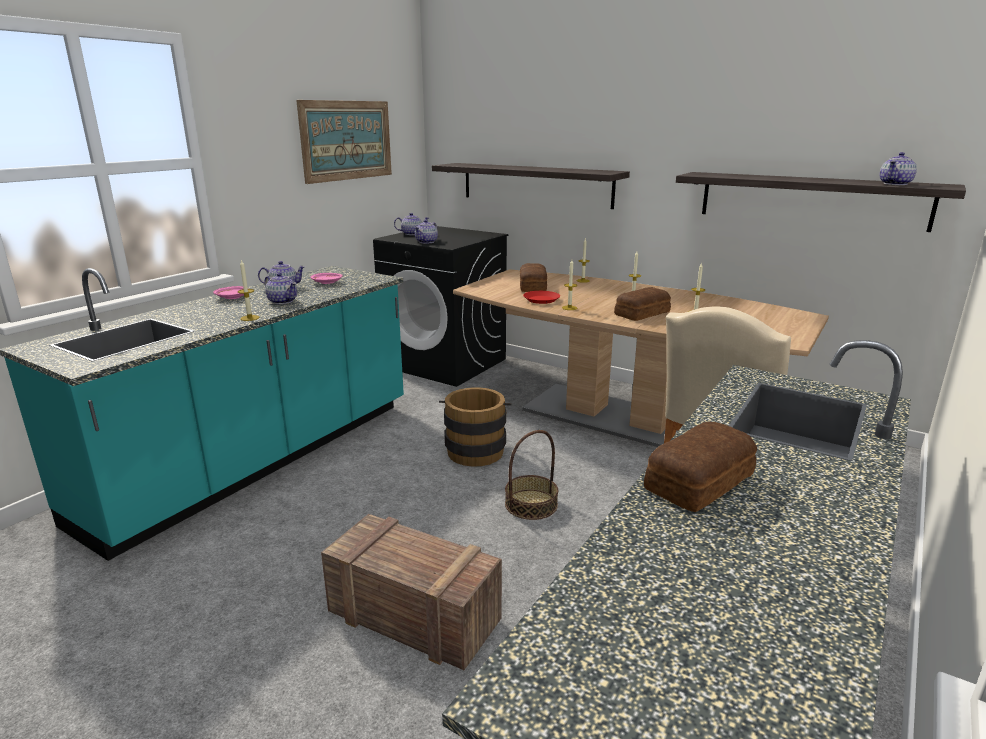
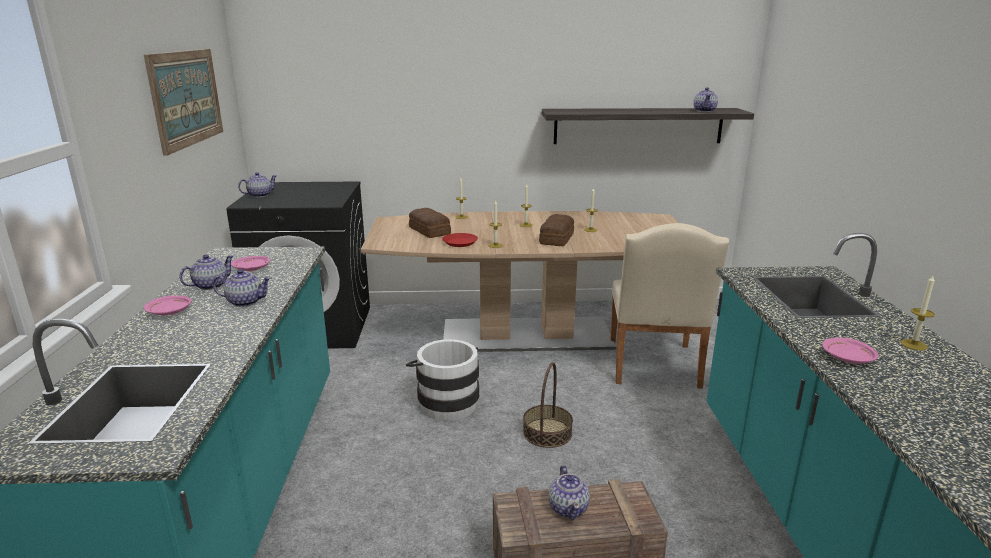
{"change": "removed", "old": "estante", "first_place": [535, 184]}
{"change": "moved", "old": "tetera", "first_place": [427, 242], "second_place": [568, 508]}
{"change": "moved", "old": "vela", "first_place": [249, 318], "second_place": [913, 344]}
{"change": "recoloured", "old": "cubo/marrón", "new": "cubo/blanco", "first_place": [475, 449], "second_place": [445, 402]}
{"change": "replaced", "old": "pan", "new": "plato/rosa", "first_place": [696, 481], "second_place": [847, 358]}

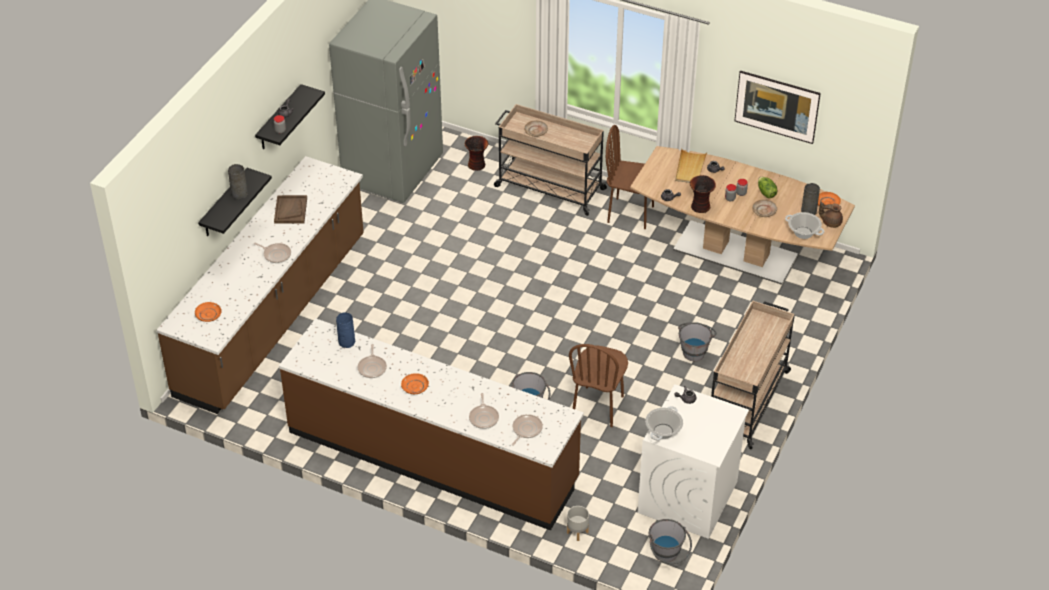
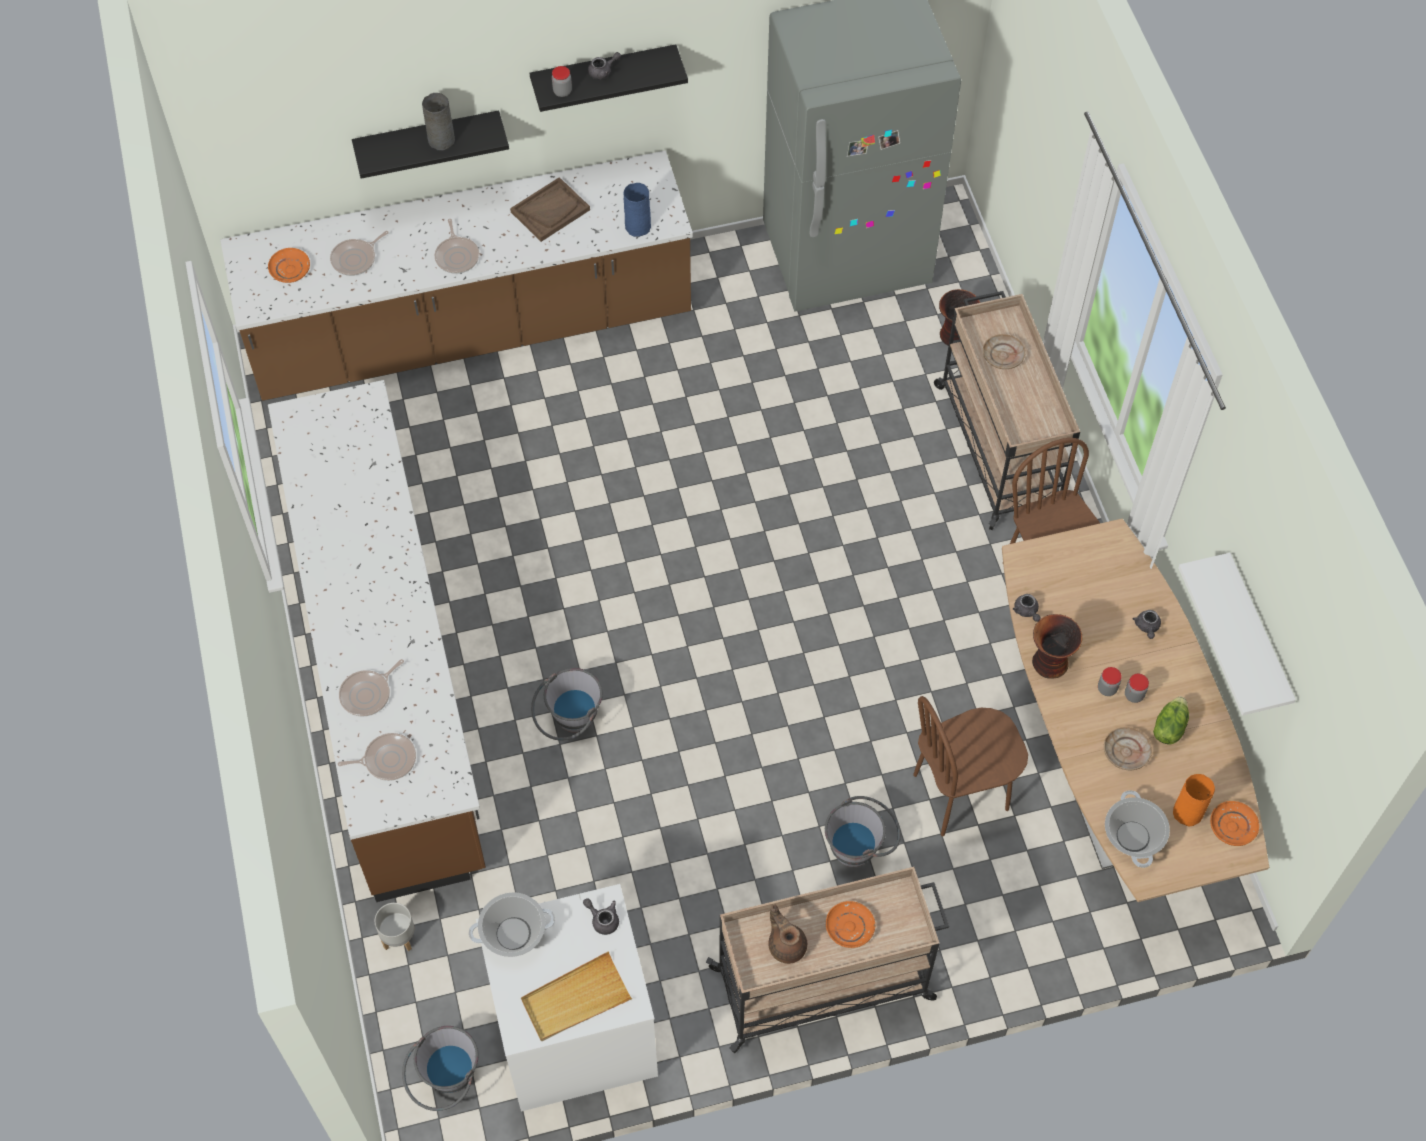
{"change": "replaced", "old": "cuadro", "new": "estante/blanco", "first_place": [775, 119], "second_place": [1256, 636]}
{"change": "moved", "old": "bandeja/beis", "first_place": [690, 168], "second_place": [575, 999]}
{"change": "recoloured", "old": "florero/gris", "new": "florero/naranja", "first_place": [809, 211], "second_place": [1188, 813]}
{"change": "moved", "old": "tetera/marrón", "first_place": [830, 222], "second_place": [786, 944]}
{"change": "moved", "old": "florero/azul", "first_place": [347, 341], "second_place": [638, 226]}
{"change": "moved", "old": "sartén", "first_place": [372, 367], "second_place": [356, 259]}
{"change": "moved", "old": "silla/marrón", "first_place": [598, 406], "second_place": [961, 793]}
{"change": "moved", "old": "plato/naranja", "first_place": [415, 387], "second_place": [849, 927]}

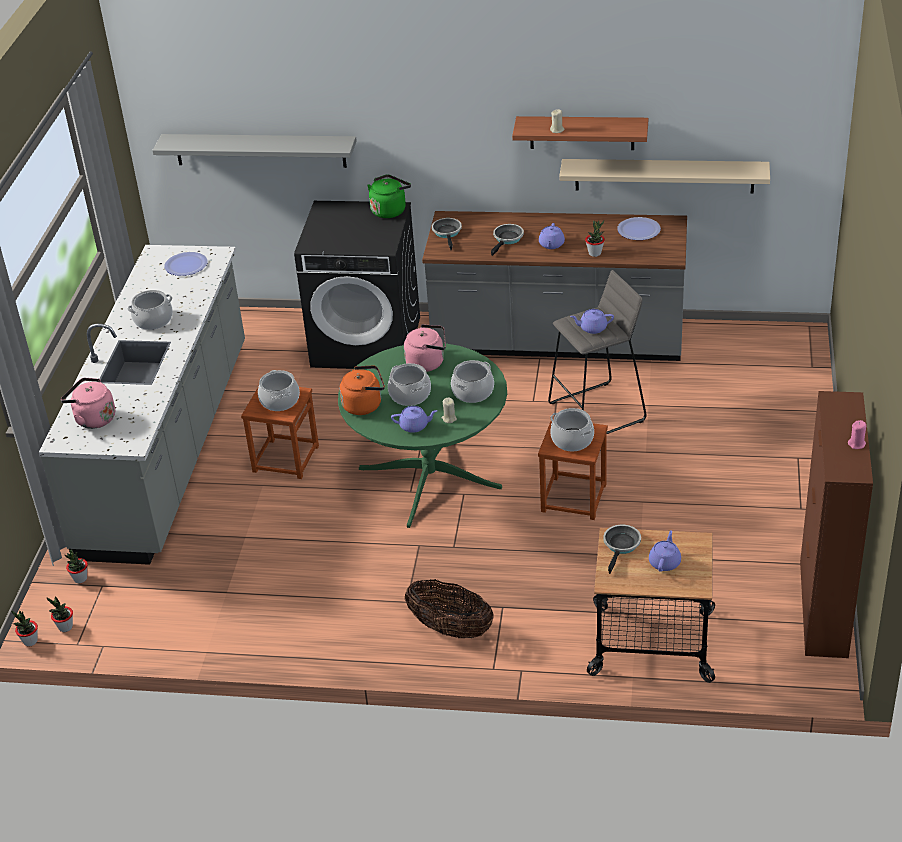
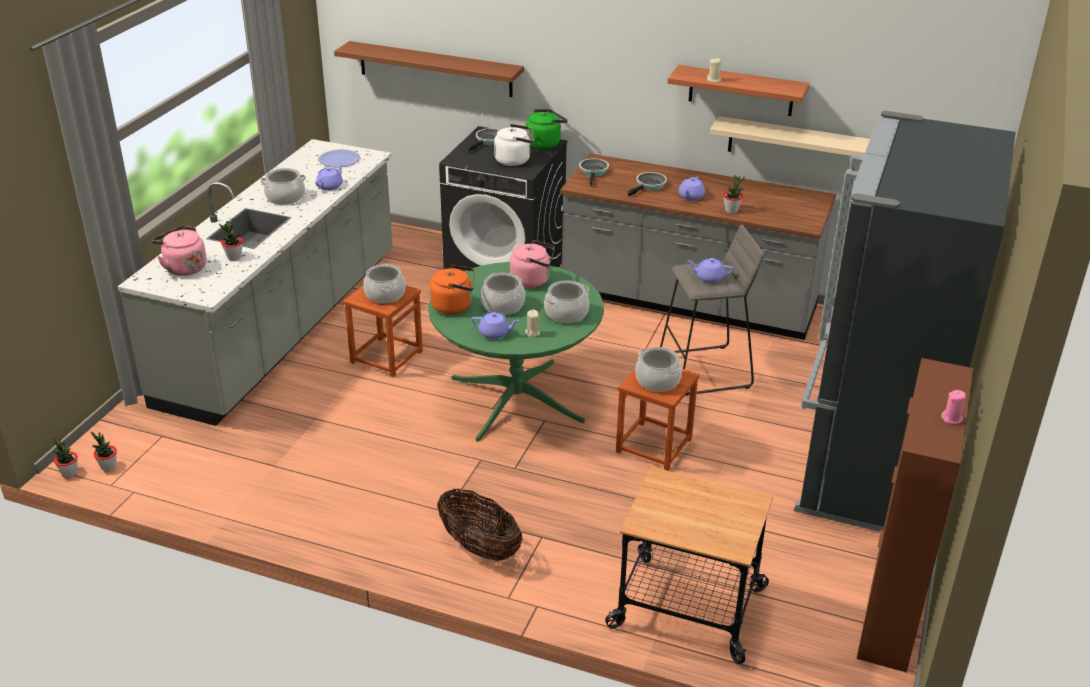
{"change": "recoloured", "old": "estante/gris", "new": "estante/marrón", "first_place": [260, 150], "second_place": [435, 69]}
{"change": "removed", "old": "plato", "first_place": [639, 230]}
{"change": "moved", "old": "sartén", "first_place": [621, 546], "second_place": [488, 141]}
{"change": "moved", "old": "tetera/morado", "first_place": [665, 562], "second_place": [330, 186]}
{"change": "moved", "old": "planta en maceta", "first_place": [80, 579], "second_place": [234, 257]}
{"change": "added", "new": "nevera/negro", "second_place": [868, 468]}
{"change": "added", "new": "hervidor/blanco", "second_place": [515, 160]}

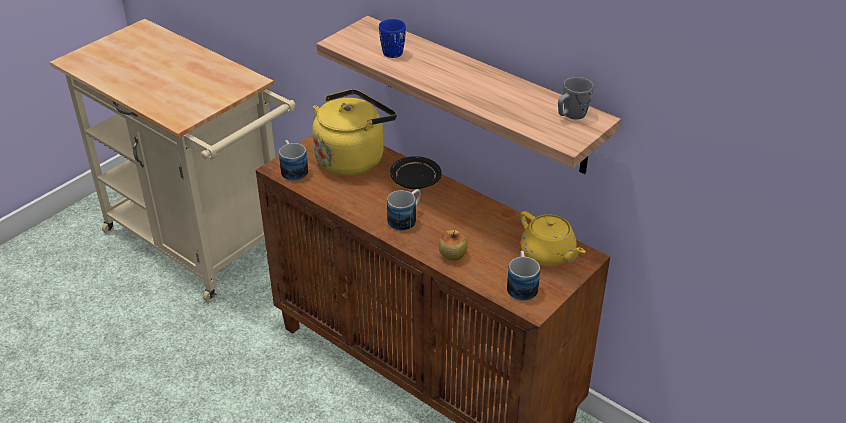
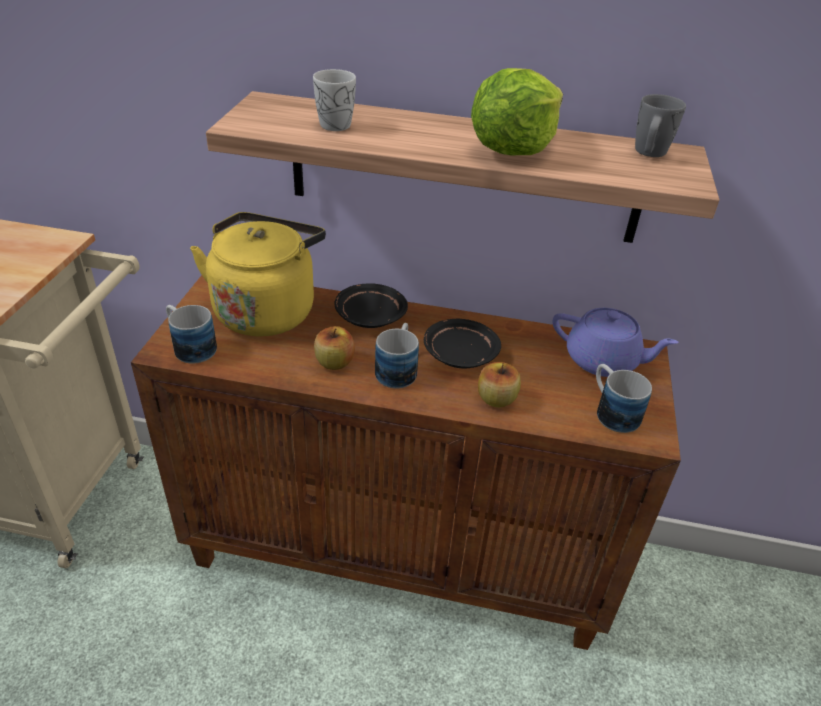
{"change": "recoloured", "old": "taza grande/azul", "new": "taza grande/blanco", "first_place": [392, 50], "second_place": [332, 123]}
{"change": "recoloured", "old": "tetera/amarillo", "new": "tetera/morado", "first_place": [548, 254], "second_place": [603, 361]}
{"change": "added", "new": "lechuga", "second_place": [513, 149]}
{"change": "added", "new": "plato/negro", "second_place": [459, 354]}
{"change": "added", "new": "manzana", "second_place": [334, 362]}

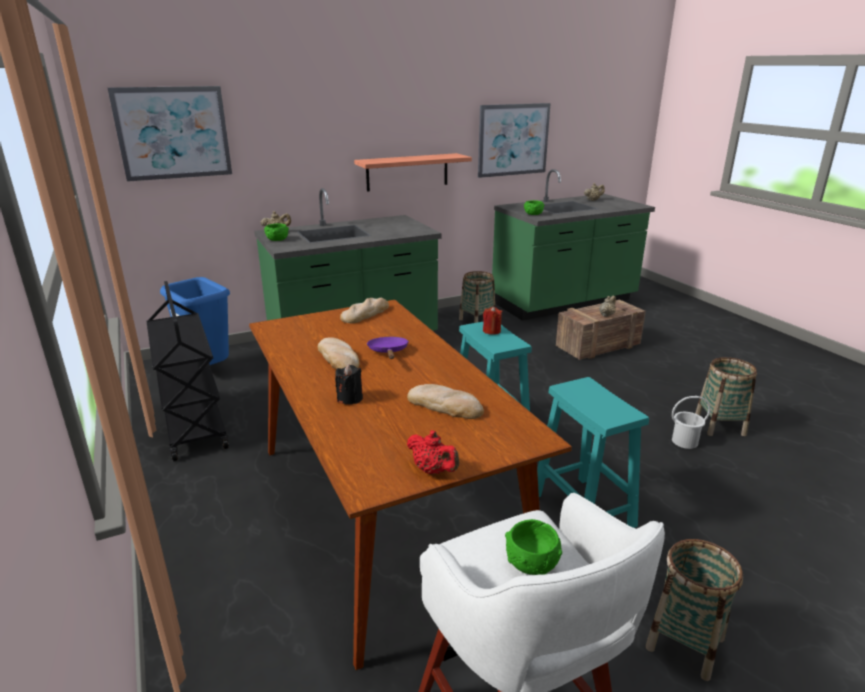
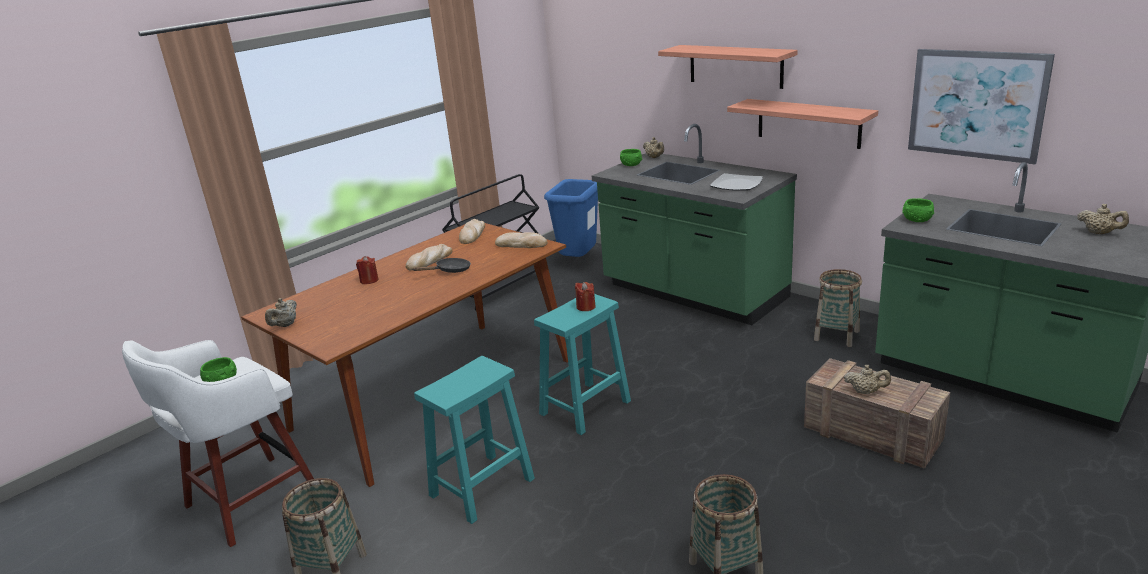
{"change": "removed", "old": "cuadro", "first_place": [173, 133]}
{"change": "recoloured", "old": "sartén/morado", "new": "sartén/negro", "first_place": [388, 352], "second_place": [450, 271]}
{"change": "recoloured", "old": "vela/negro", "new": "vela/rojo", "first_place": [350, 398], "second_place": [369, 280]}
{"change": "moved", "old": "pan", "first_place": [445, 405], "second_place": [472, 234]}
{"change": "removed", "old": "cubo/blanco", "first_place": [685, 442]}
{"change": "recoloured", "old": "tetera/rojo", "new": "tetera/beis", "first_place": [433, 470], "second_place": [285, 325]}
{"change": "added", "new": "estante", "second_place": [735, 66]}
{"change": "added", "new": "plato", "second_place": [737, 184]}

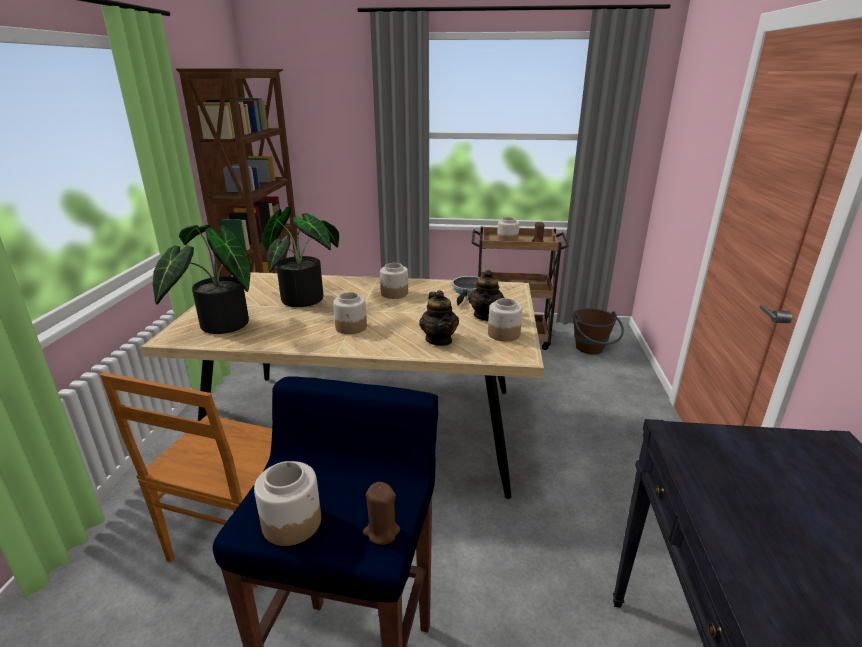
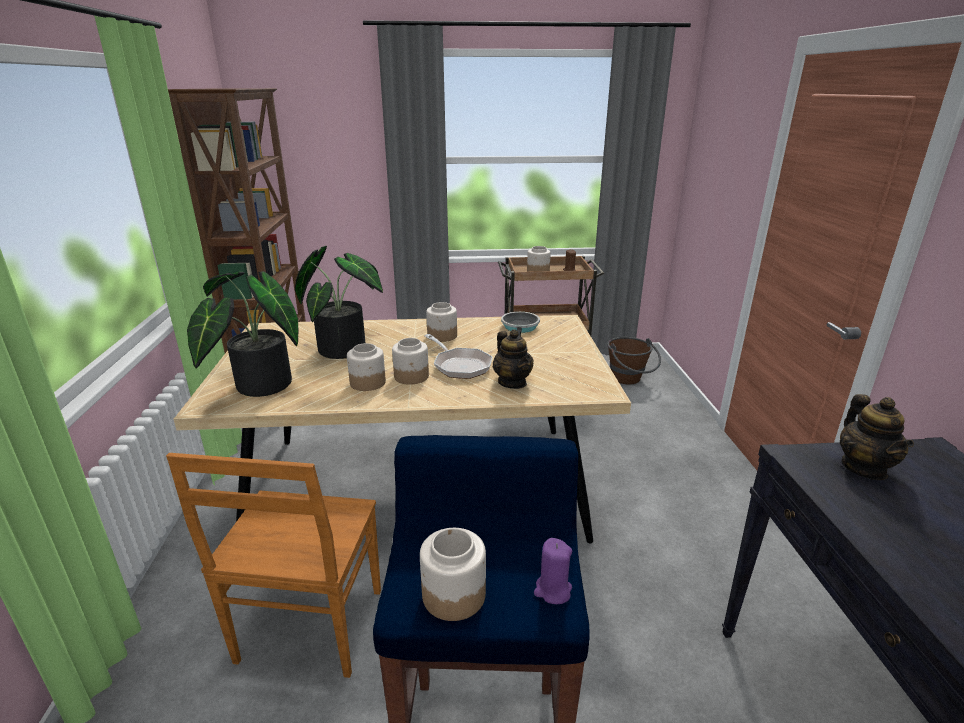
{"change": "moved", "old": "tetera", "first_place": [486, 316], "second_place": [864, 468]}
{"change": "moved", "old": "tarro", "first_place": [503, 334], "second_place": [367, 383]}
{"change": "recoloured", "old": "vela/marrón", "new": "vela/morado", "first_place": [381, 531], "second_place": [552, 590]}
{"change": "added", "new": "sartén", "second_place": [460, 365]}

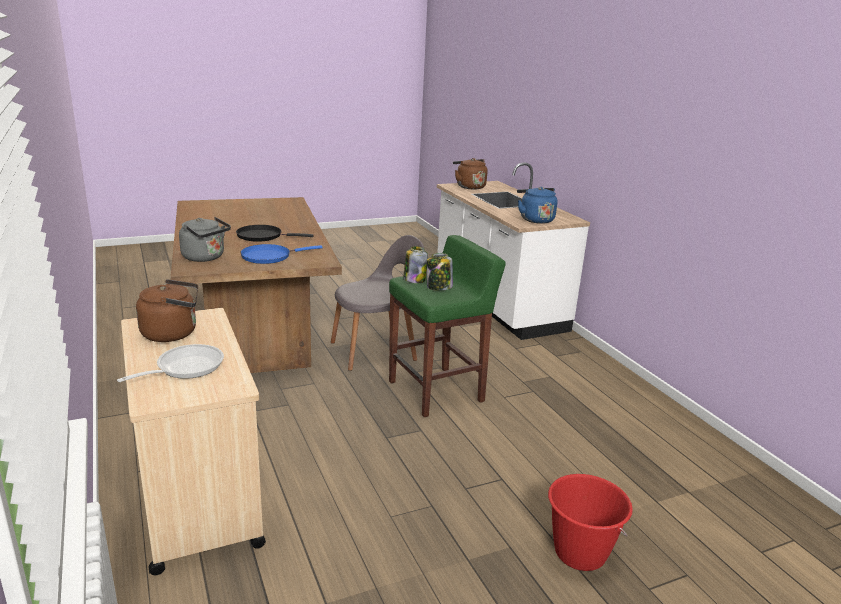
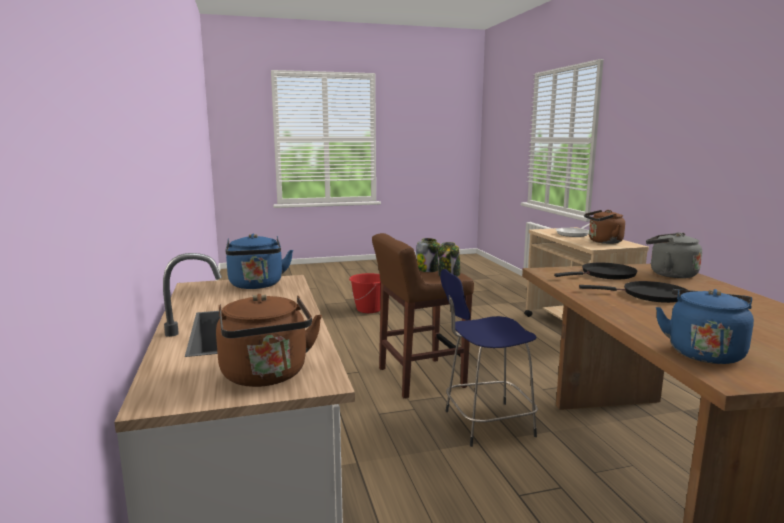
{"change": "replaced", "old": "silla/gris", "new": "taburete/azul", "first_place": [376, 351], "second_place": [485, 424]}
{"change": "recoloured", "old": "taburete/verde", "new": "taburete/marrón", "first_place": [437, 391], "second_place": [419, 378]}
{"change": "recoloured", "old": "sartén/azul", "new": "sartén/negro", "first_place": [269, 256], "second_place": [605, 275]}
{"change": "added", "new": "hervidor/azul", "second_place": [703, 352]}

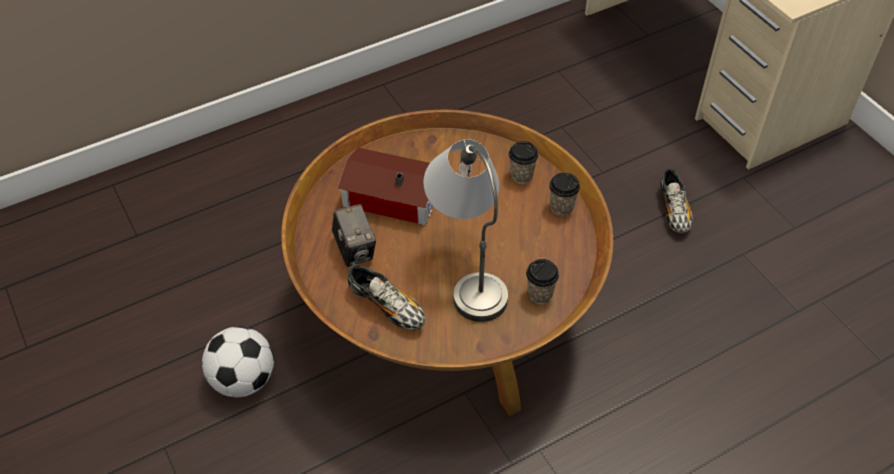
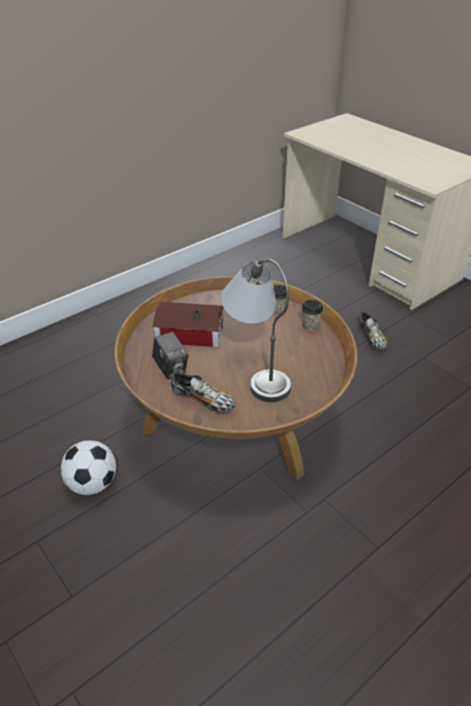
{"change": "removed", "old": "taza", "first_place": [540, 294]}

